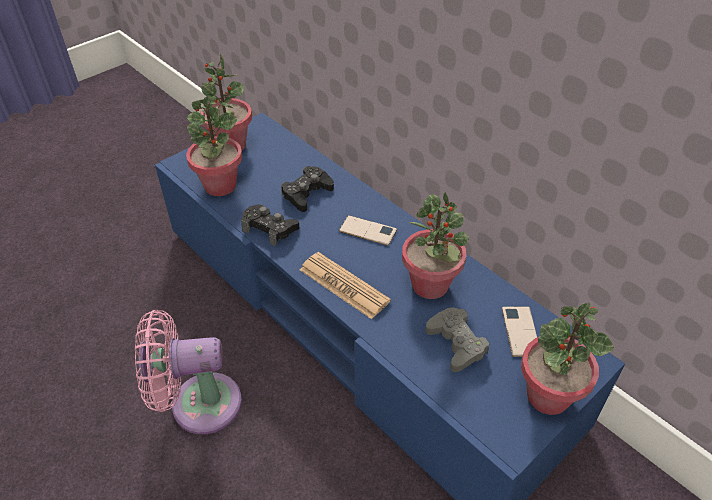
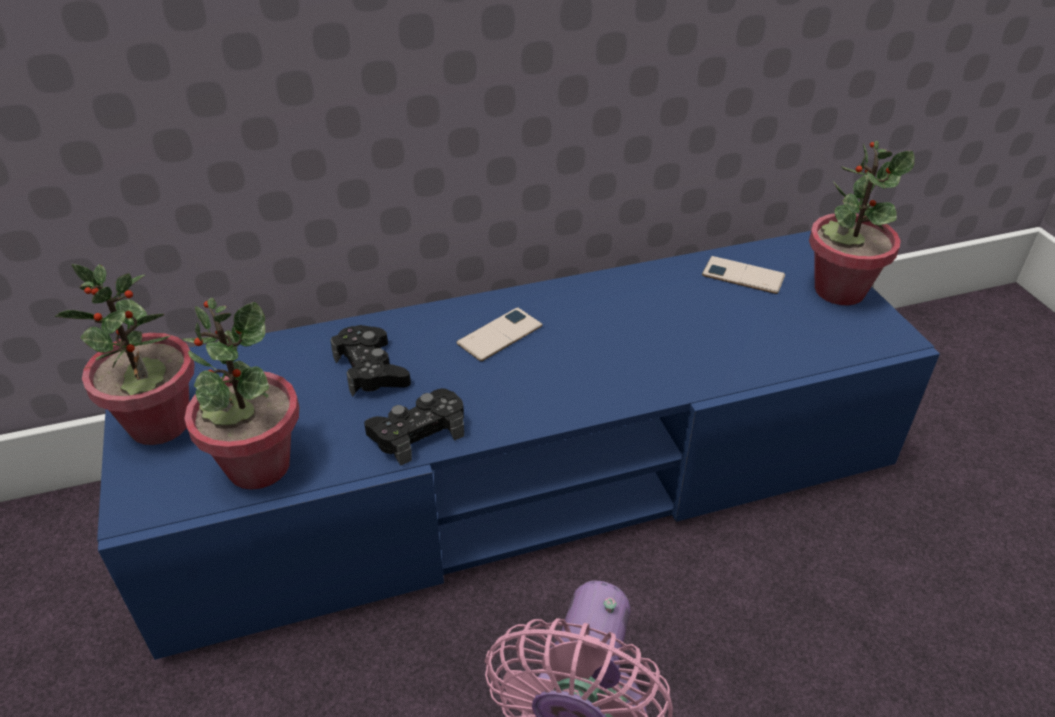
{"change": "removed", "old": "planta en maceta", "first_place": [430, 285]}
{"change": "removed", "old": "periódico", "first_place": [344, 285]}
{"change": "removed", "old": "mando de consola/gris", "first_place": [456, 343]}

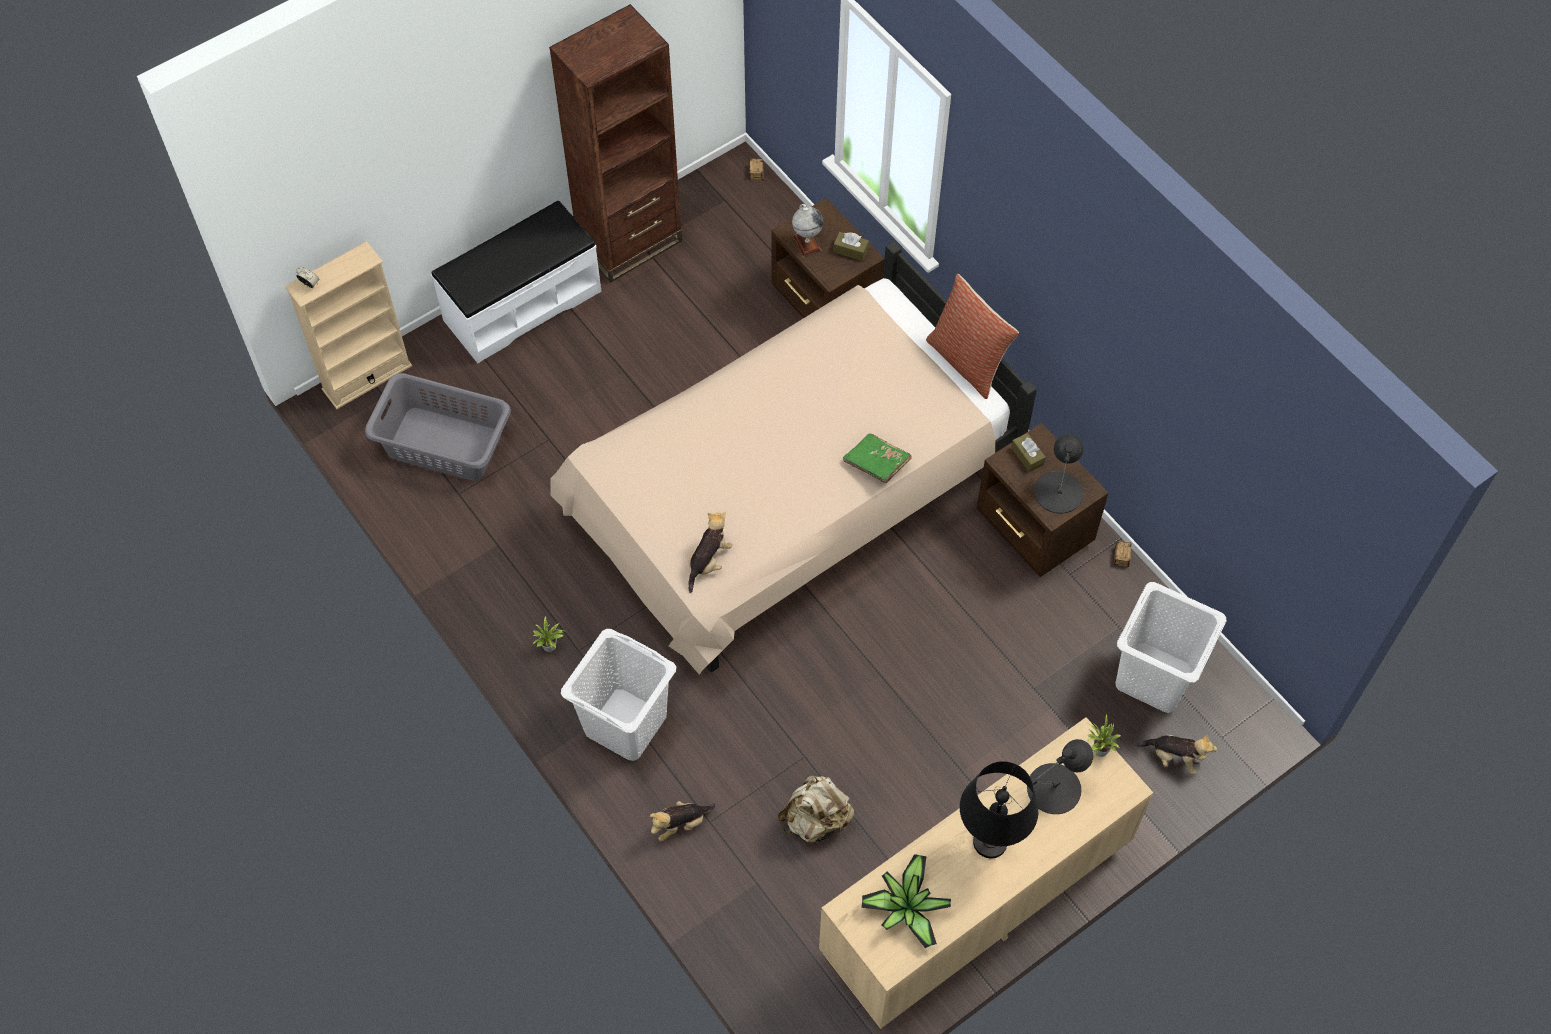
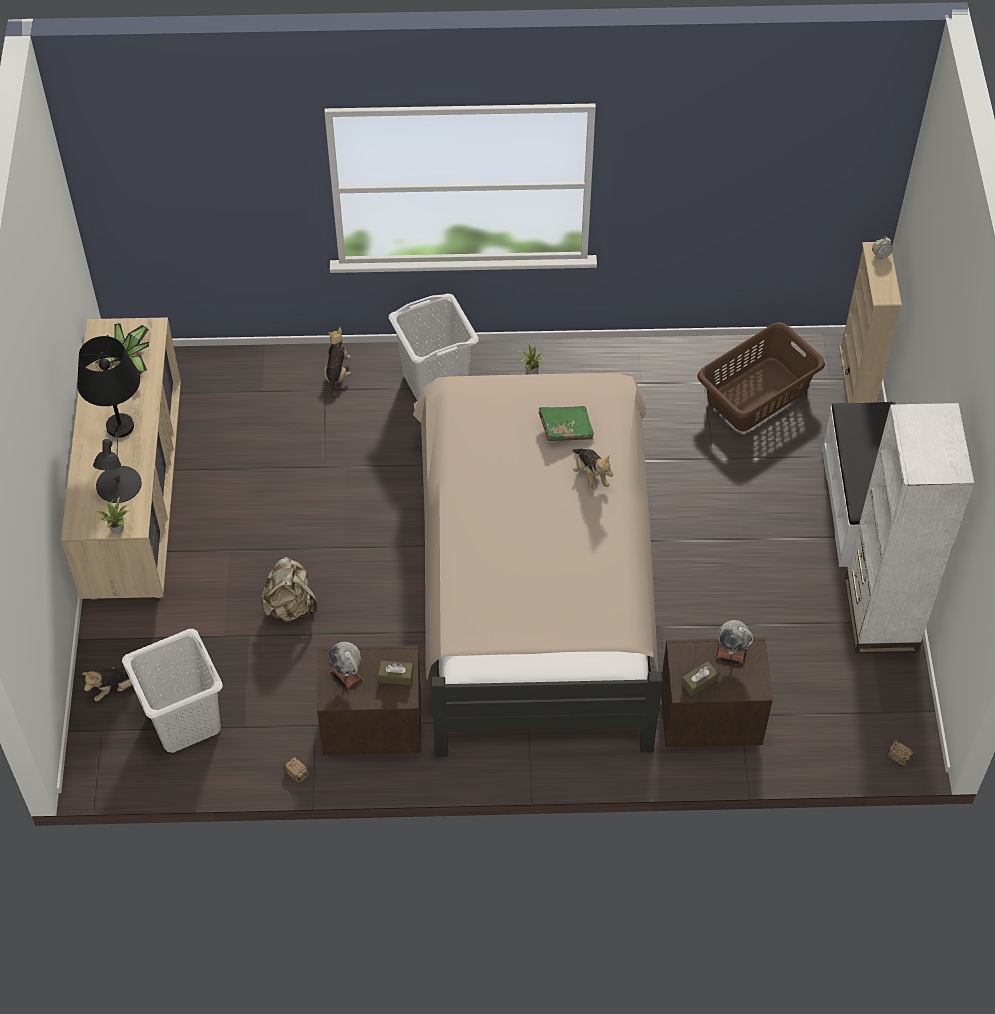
{"change": "recoloured", "old": "estantería/marrón", "new": "estantería/blanco", "first_place": [629, 242], "second_place": [880, 614]}
{"change": "removed", "old": "cojín", "first_place": [967, 361]}
{"change": "recoloured", "old": "cesto de la ropa/gris", "new": "cesto de la ropa/marrón", "first_place": [444, 445], "second_place": [756, 394]}
{"change": "moved", "old": "libro/verde", "first_place": [876, 464], "second_place": [565, 429]}
{"change": "replaced", "old": "lámpara de mesa/negro", "new": "globo terráqueo", "first_place": [1059, 491], "second_place": [347, 676]}
{"change": "moved", "old": "peluche", "first_place": [708, 561], "second_place": [590, 475]}
{"change": "moved", "old": "mochila/beis", "first_place": [816, 820], "second_place": [290, 606]}

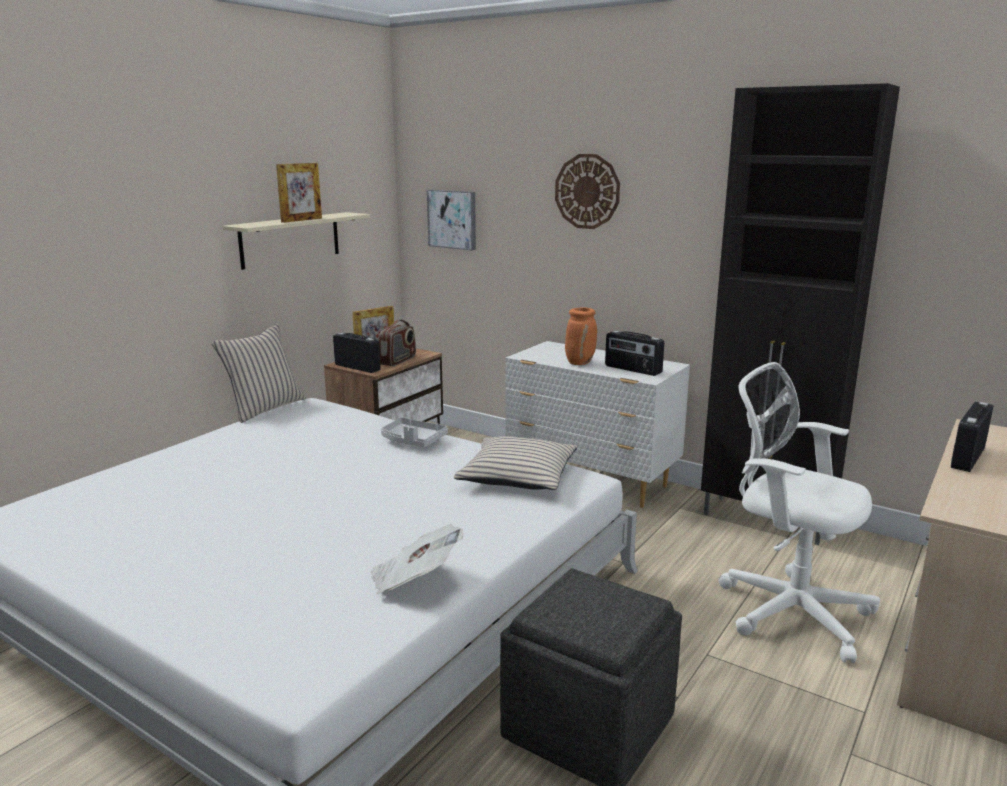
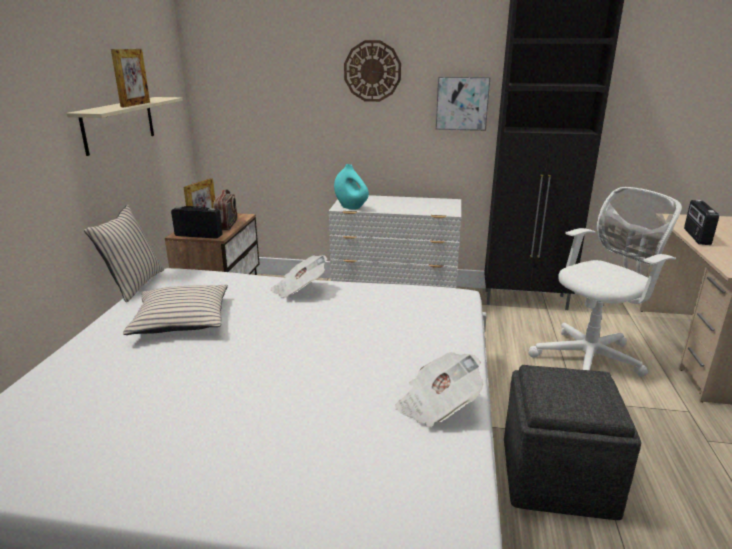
{"change": "moved", "old": "cuadro", "first_place": [453, 219], "second_place": [462, 103]}
{"change": "removed", "old": "florero/naranja", "first_place": [580, 362]}
{"change": "removed", "old": "radio", "first_place": [632, 370]}
{"change": "turned", "old": "silla de oficina/blanco", "first_place": [788, 609], "second_place": [591, 357], "degrees": 135}
{"change": "replaced", "old": "bandeja/gris", "new": "periódico", "first_place": [413, 441], "second_place": [299, 290]}
{"change": "moved", "old": "cojín/beis", "first_place": [517, 476], "second_place": [181, 320]}
{"change": "added", "new": "florero/turquesa", "second_place": [351, 207]}

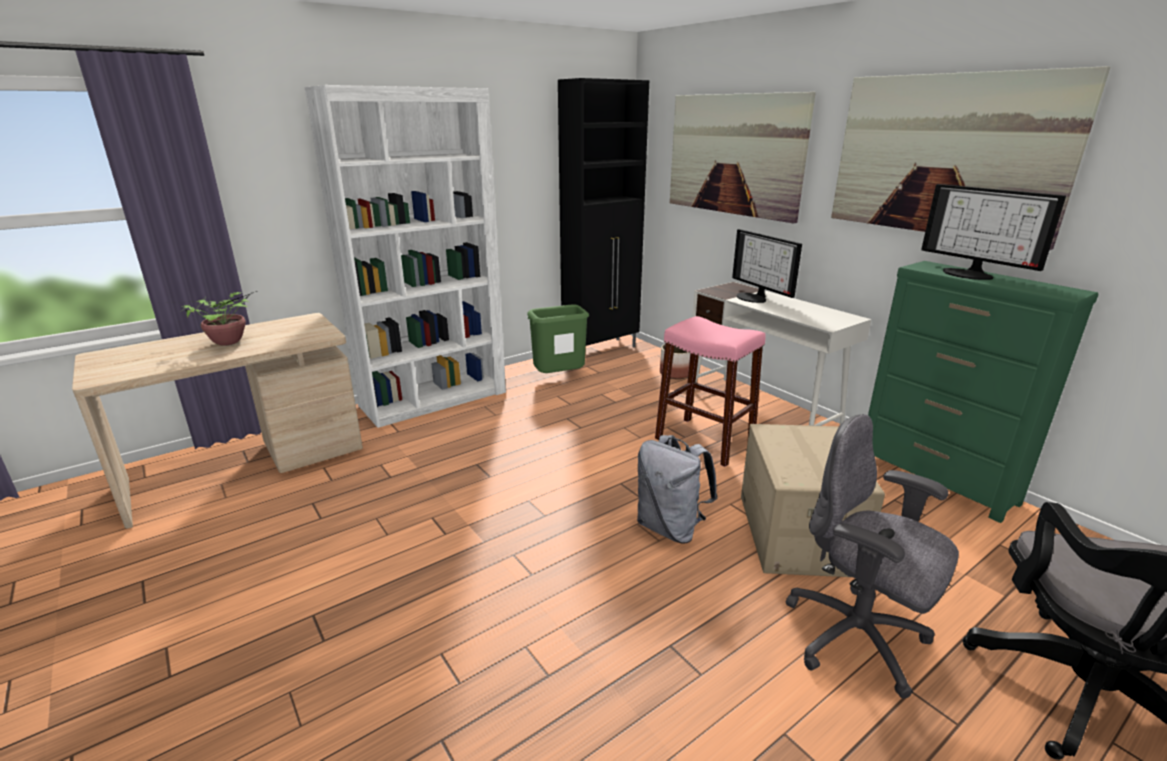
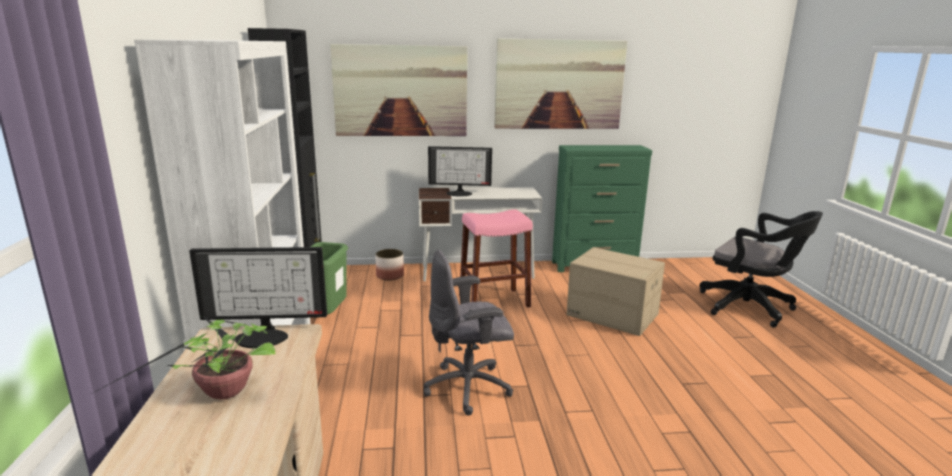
{"change": "moved", "old": "monitor", "first_place": [970, 274], "second_place": [263, 335]}
{"change": "moved", "old": "silla de oficina/gris", "first_place": [857, 639], "second_place": [469, 387]}
{"change": "removed", "old": "mochila/gris", "first_place": [670, 528]}

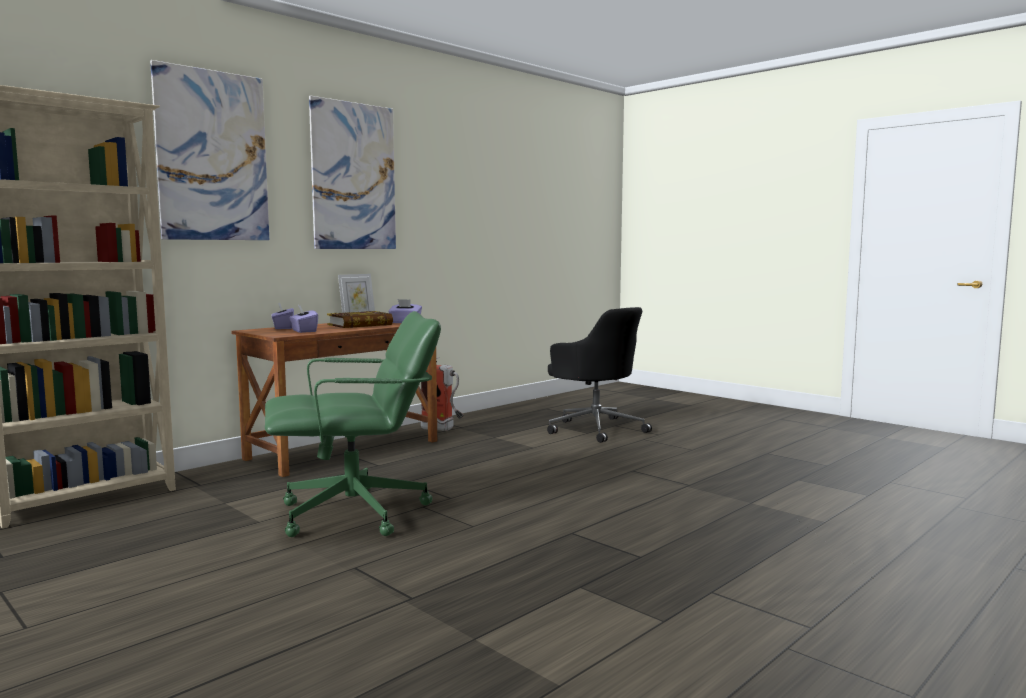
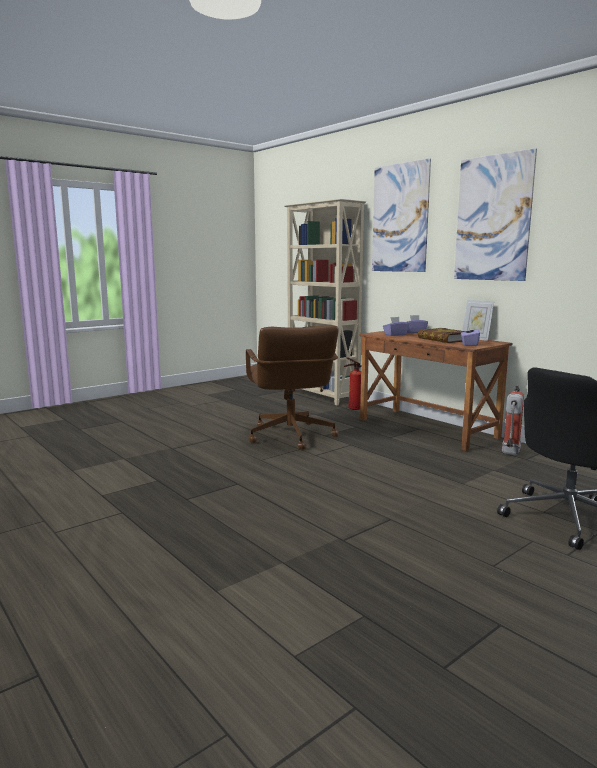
{"change": "recoloured", "old": "silla de oficina/verde", "new": "silla de oficina/marrón", "first_place": [356, 514], "second_place": [290, 436]}
{"change": "added", "new": "extintor", "second_place": [352, 409]}

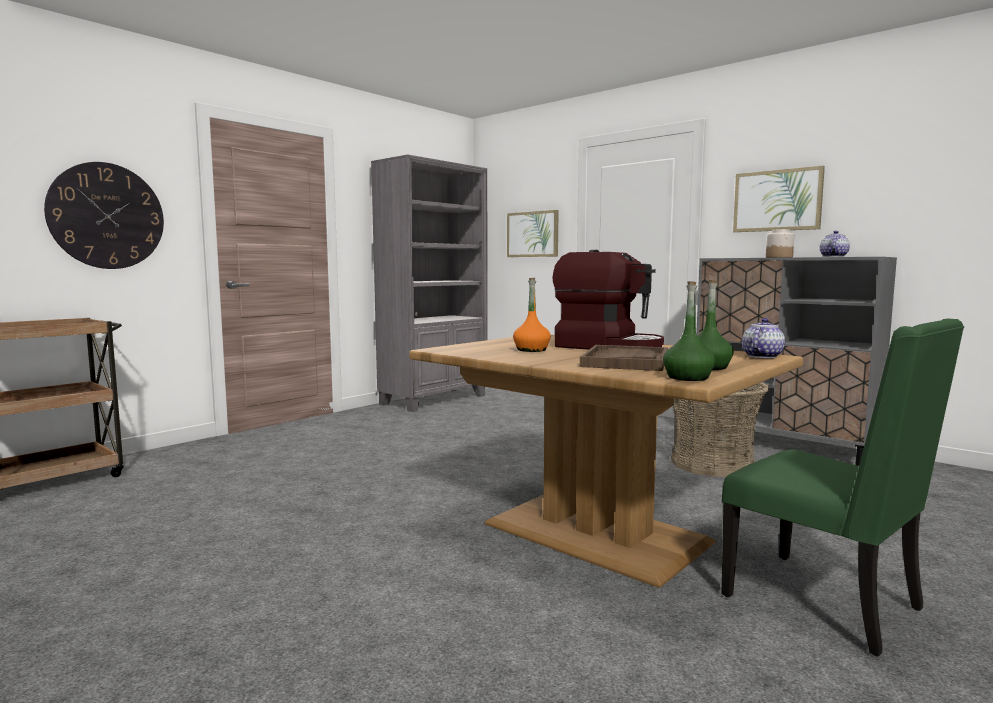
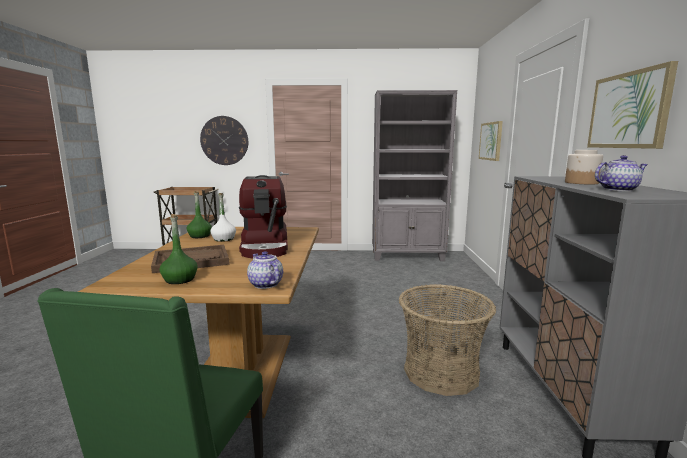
{"change": "recoloured", "old": "botella/naranja", "new": "botella/blanco", "first_place": [531, 350], "second_place": [224, 239]}
{"change": "moved", "old": "botella/verde", "first_place": [687, 377], "second_place": [200, 236]}
{"change": "turned", "old": "tetera", "first_place": [762, 356], "second_place": [265, 284], "degrees": -120}

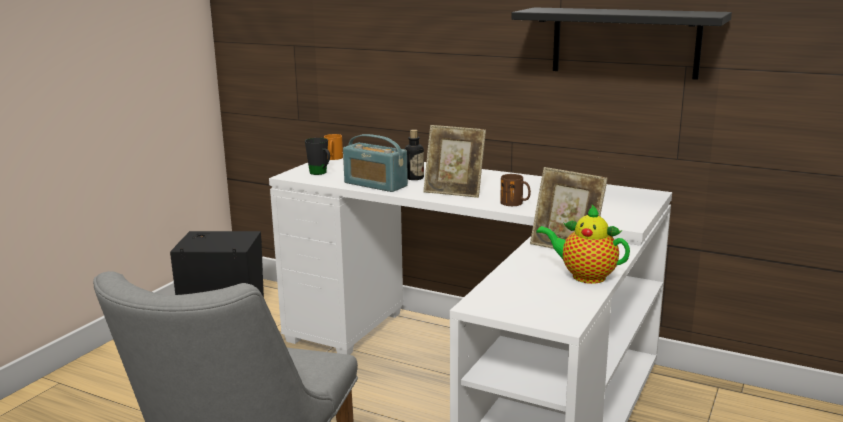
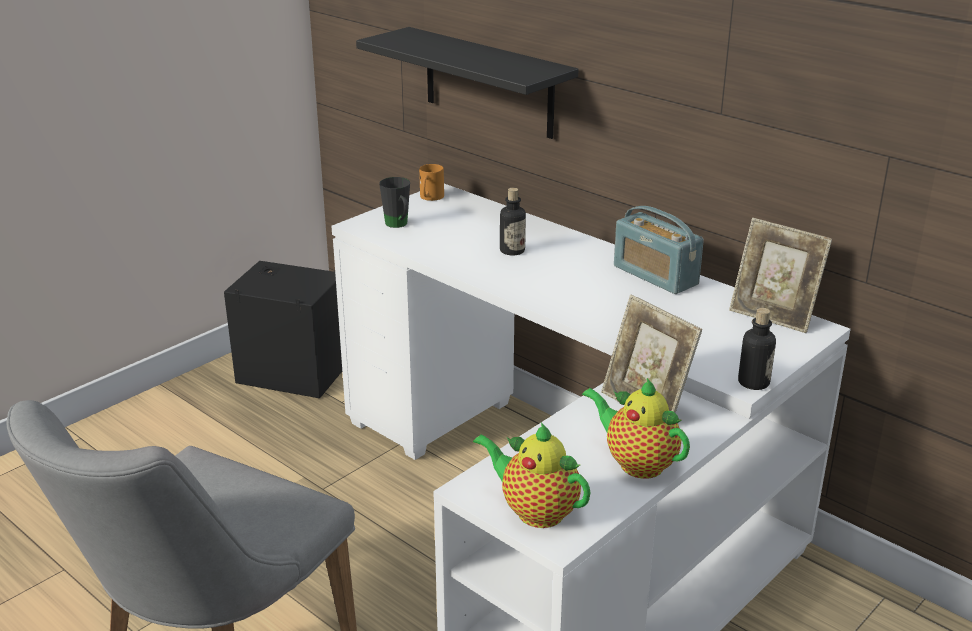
{"change": "moved", "old": "estante/negro", "first_place": [625, 42], "second_place": [488, 83]}
{"change": "moved", "old": "portarretratos", "first_place": [454, 192], "second_place": [773, 316]}
{"change": "moved", "old": "radio", "first_place": [375, 184], "second_place": [655, 275]}
{"change": "removed", "old": "taza grande/marrón", "first_place": [515, 203]}
{"change": "added", "new": "botella", "second_place": [753, 382]}
{"change": "added", "new": "tetera", "second_place": [535, 511]}

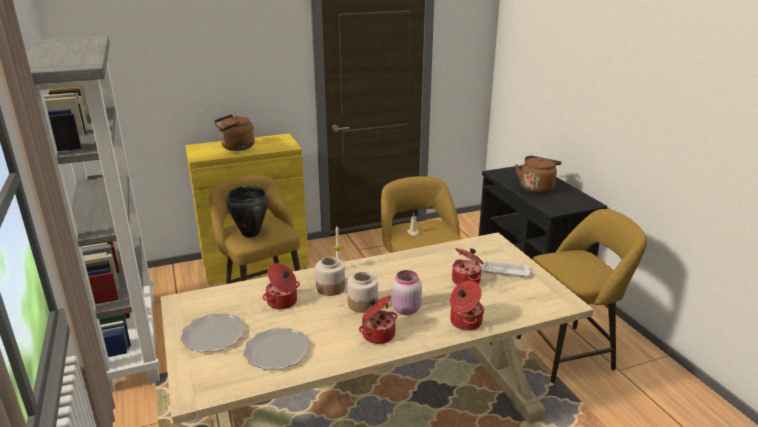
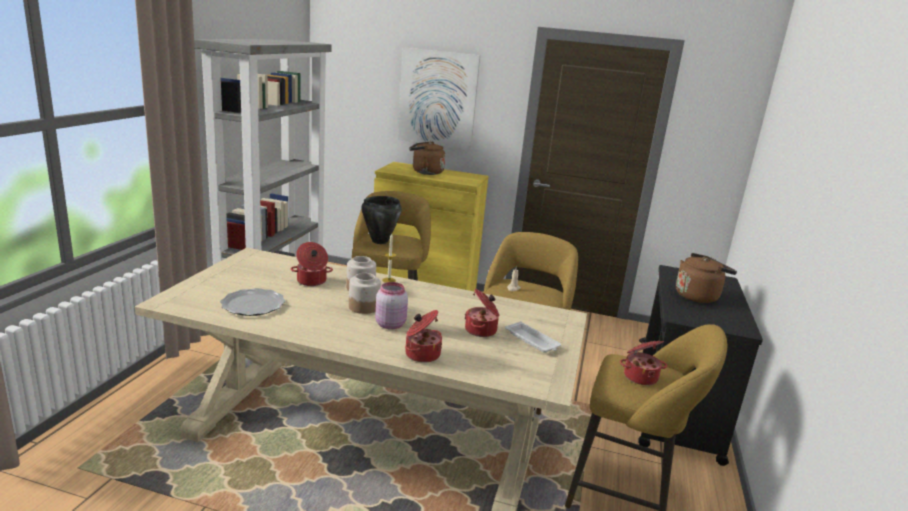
{"change": "moved", "old": "olla", "first_place": [378, 334], "second_place": [640, 376]}
{"change": "removed", "old": "plato", "first_place": [214, 335]}
{"change": "added", "new": "cuadro", "second_place": [437, 99]}

